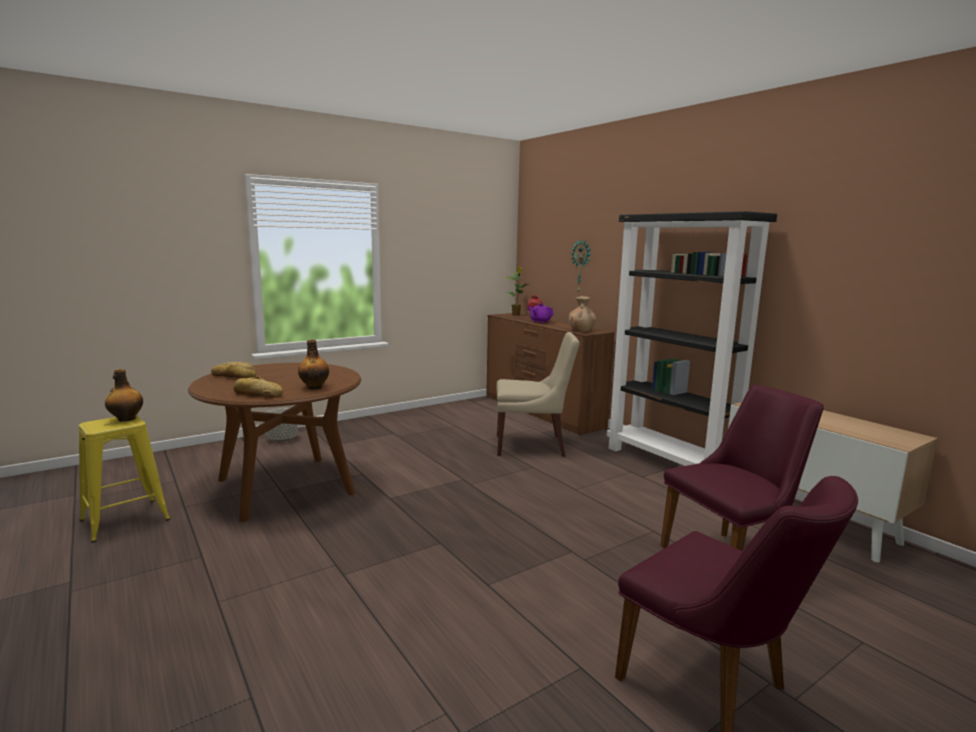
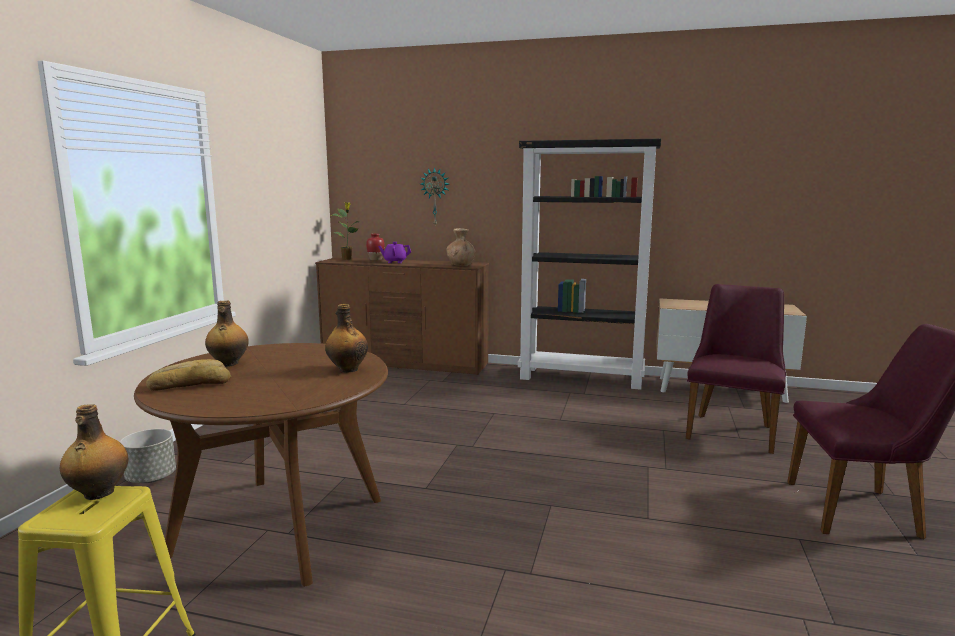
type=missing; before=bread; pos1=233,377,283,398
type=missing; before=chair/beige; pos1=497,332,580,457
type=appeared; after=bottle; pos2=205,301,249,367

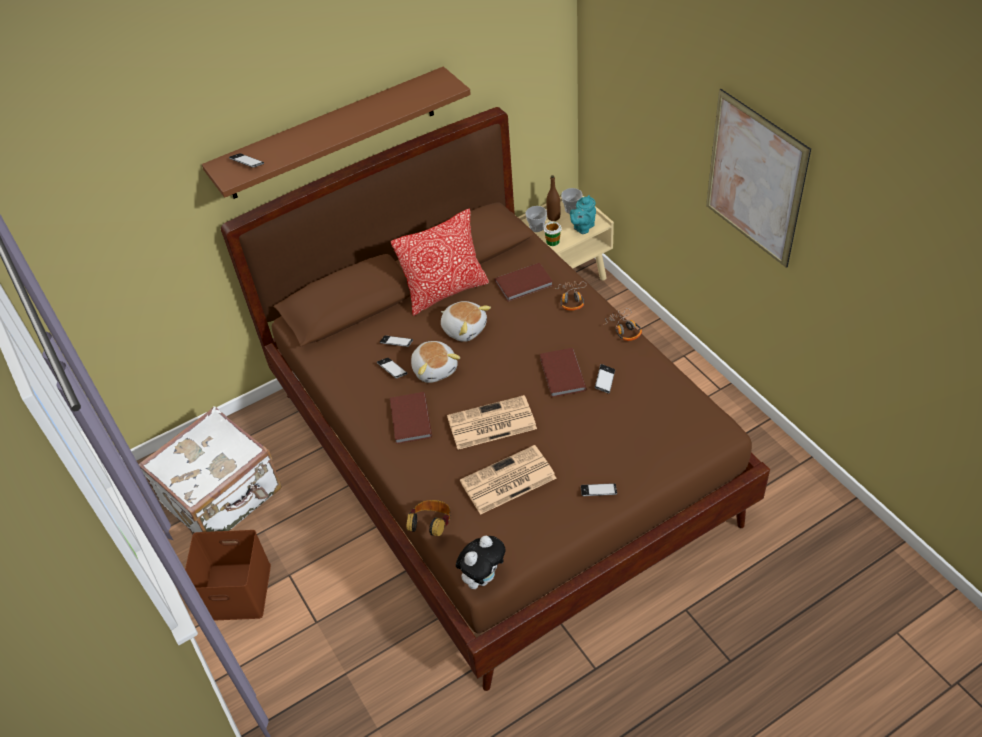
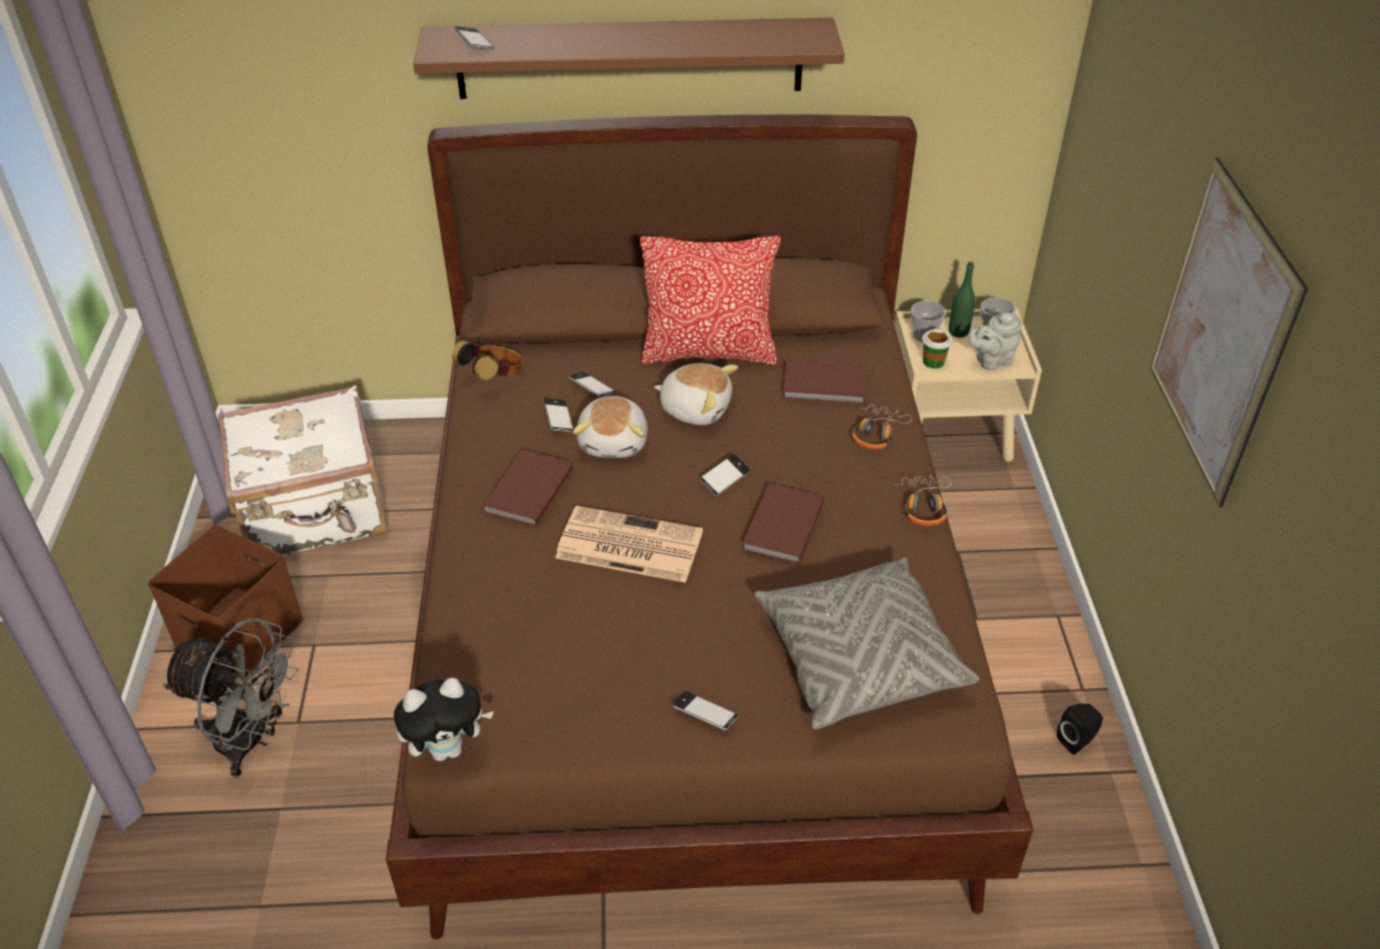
type=missing; before=newspaper; pos1=460,445,557,515
type=appeared; after=fan/grey; pos2=162,618,299,777
type=appeared; after=pillow/grey; pos2=754,557,979,729
type=appeared; after=speaker/black; pos2=1057,703,1103,755
type=relocated; before=headphones; pos1=407,500,451,536; pos2=452,340,523,380
type=relocated; before=phone; pos1=595,364,615,393; pos2=699,454,750,496
type=colour; before=bottle/brown; after=bottle/green; pos1=546,175,560,221; pos2=949,262,975,338
type=colour; before=teapot/turquoise; after=teapot/grey; pos1=570,195,596,234; pos2=969,312,1023,370
type=spun; before=plush toy; pos1=441,301,491,342; pos2=654,363,738,425; turn=-45

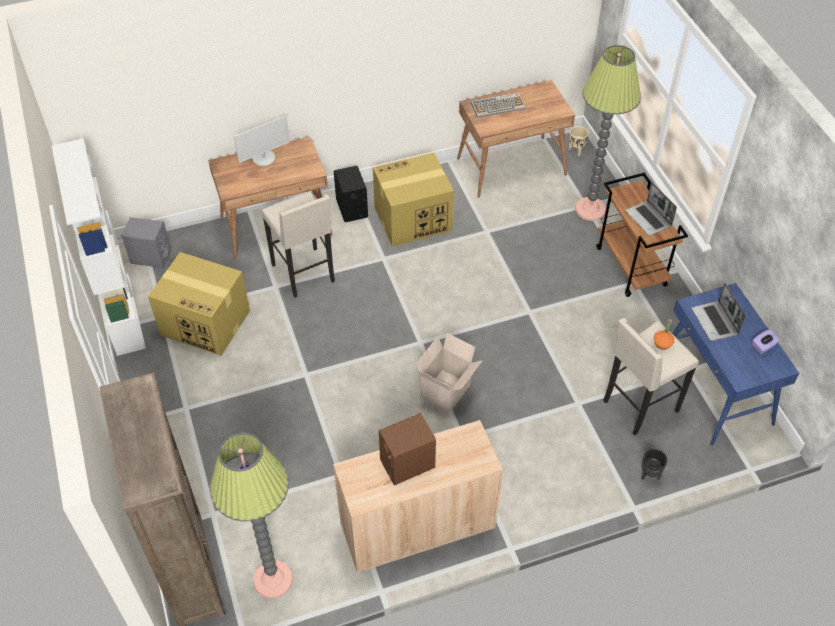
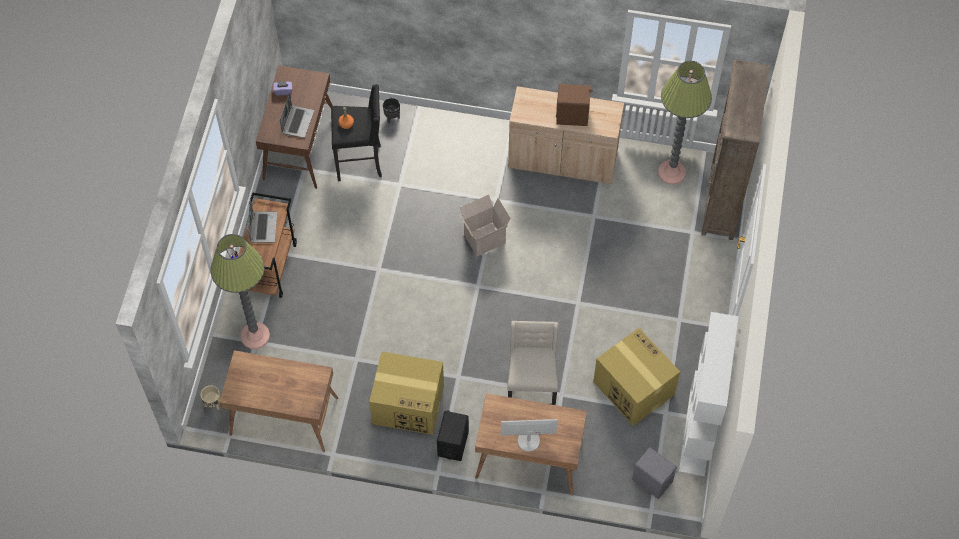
type=missing; before=keyboard; pos1=471,92,526,118
type=colour; before=stool/beige; after=stool/black; pos1=603,318,699,435; pos2=331,84,382,181
type=colour; before=desk/blue; after=desk/brown; pos1=672,283,799,446; pos2=256,65,333,189

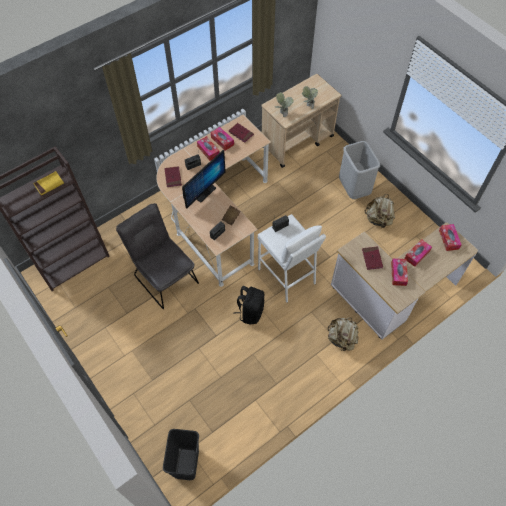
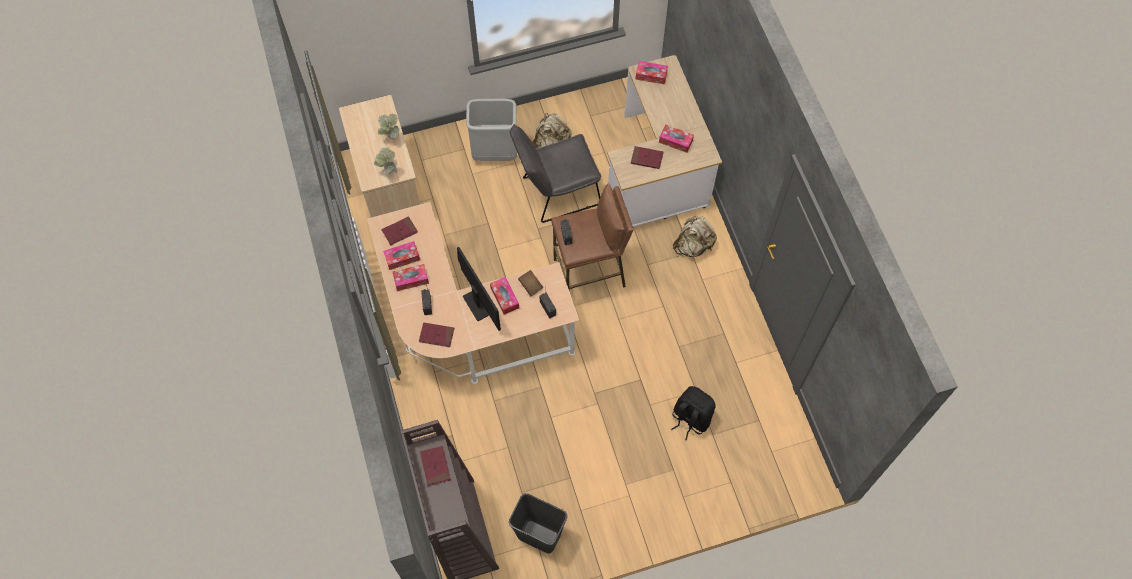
type=relocated; before=chair/grey; pos1=116,203,199,309; pos2=510,124,601,223
type=relocated; before=trash can/black; pos1=163,429,199,480; pos2=509,493,567,554
type=relocated; before=backpack/black; pos1=233,286,264,325; pos2=671,386,716,440
type=relocated; before=tissue box; pos1=404,239,432,267; pos2=490,277,519,315
type=colour; before=book/yellow; after=book/red; pos1=33,171,64,196; pos2=420,446,451,486
type=colour; before=stool/white; after=stool/brown; pos1=258,214,326,303; pos2=551,183,634,289

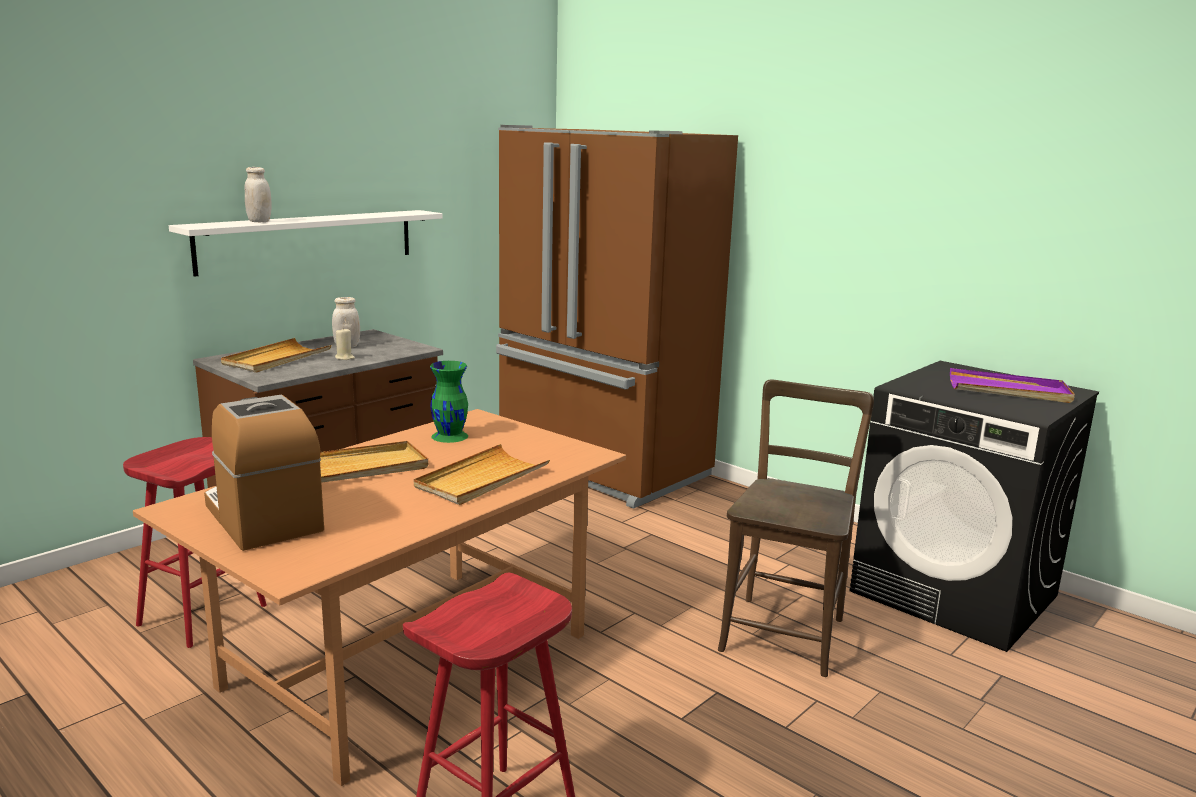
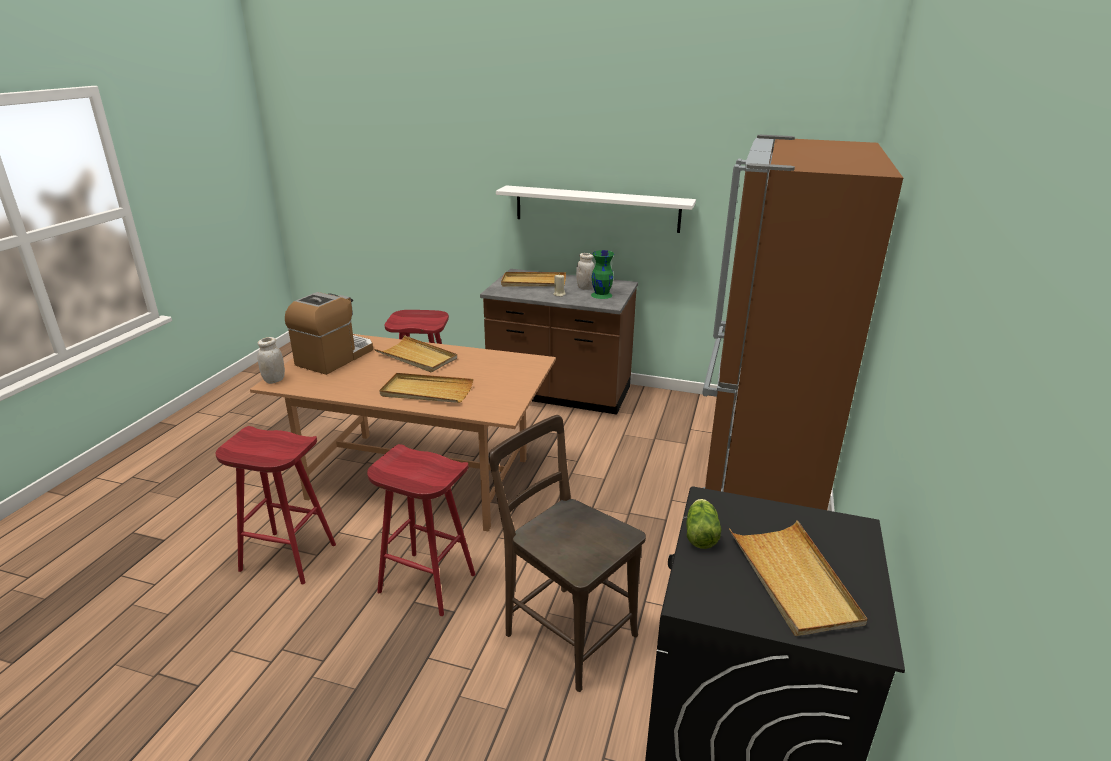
type=appeared; after=stool/red; pos2=367,444,475,616
type=appeared; after=lettuce; pos2=686,499,722,549
type=relocated; before=jar/white; pos1=245,167,272,222; pos2=258,337,285,384
type=relocated; before=vase/green; pos1=430,361,468,443; pos2=591,250,614,299
type=colour; before=tray/purple; after=tray/beige; pos1=950,368,1075,403; pos2=729,520,867,636
type=spun; before=chair/brown; pos1=718,380,874,677; pos2=489,415,646,692; turn=-135

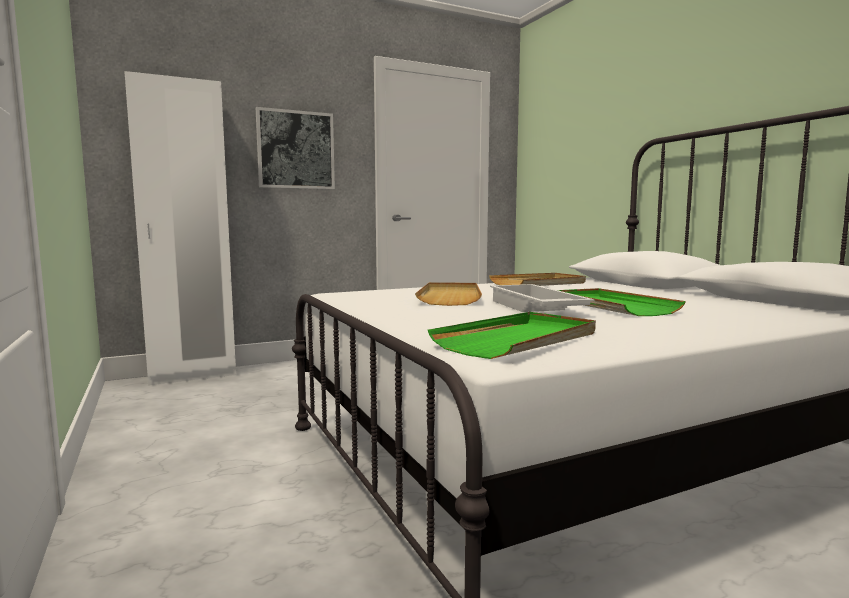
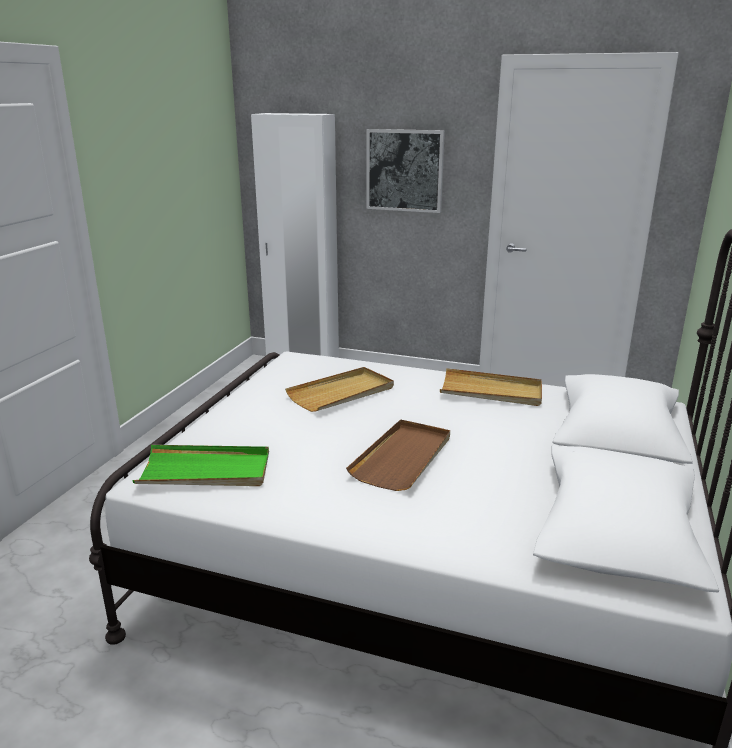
type=missing; before=tray/white; pos1=490,284,595,312
type=colour; before=tray/green; after=tray/brown; pos1=558,288,686,316; pos2=346,419,450,491

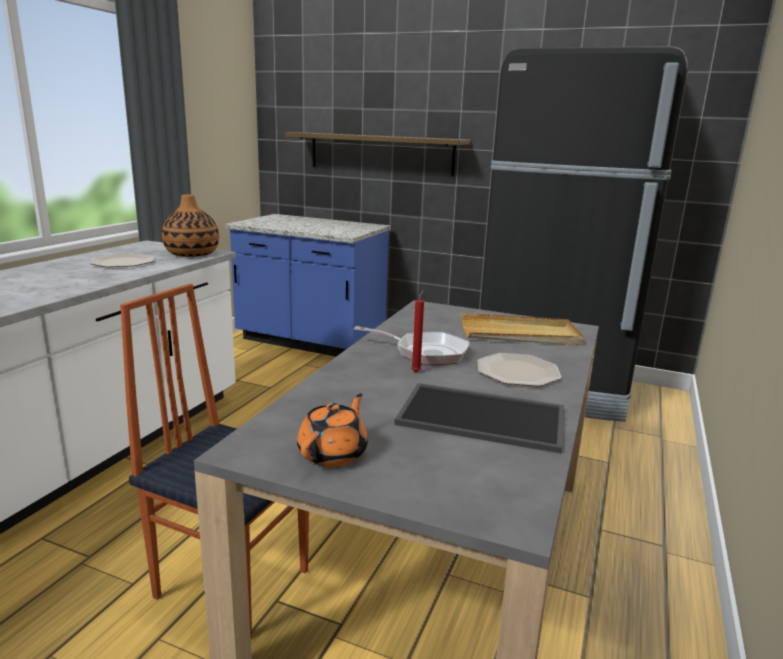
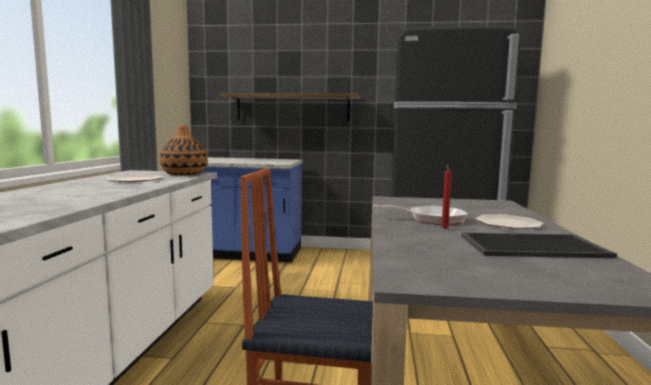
type=missing; before=teapot/orange; pos1=297,393,368,467
type=missing; before=tray/beige; pos1=462,313,584,345

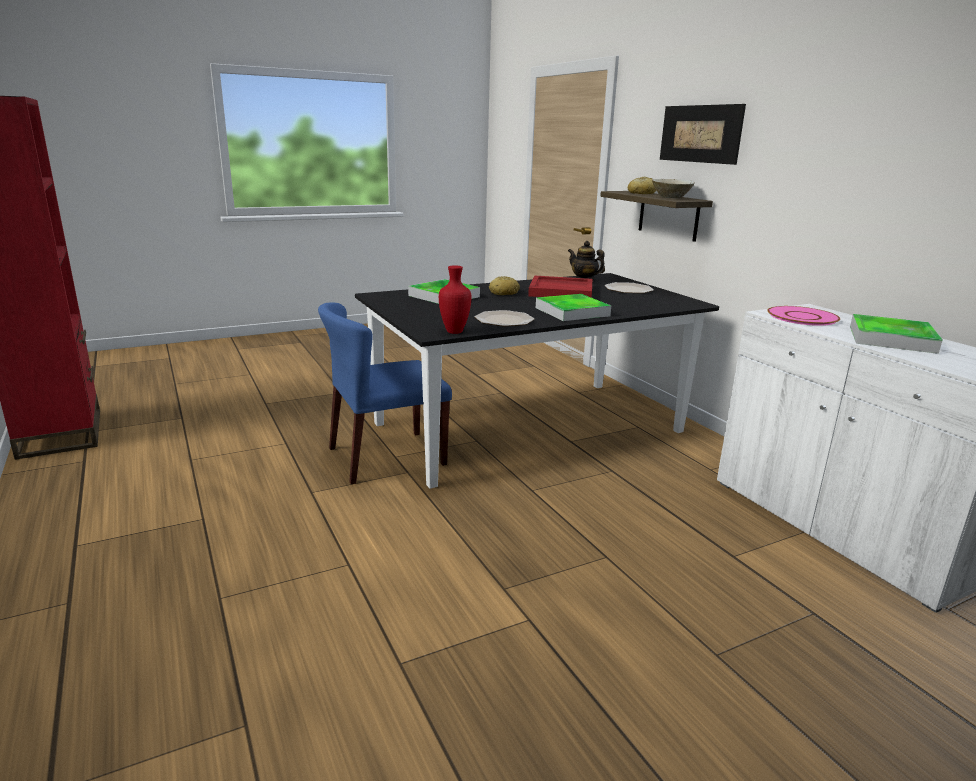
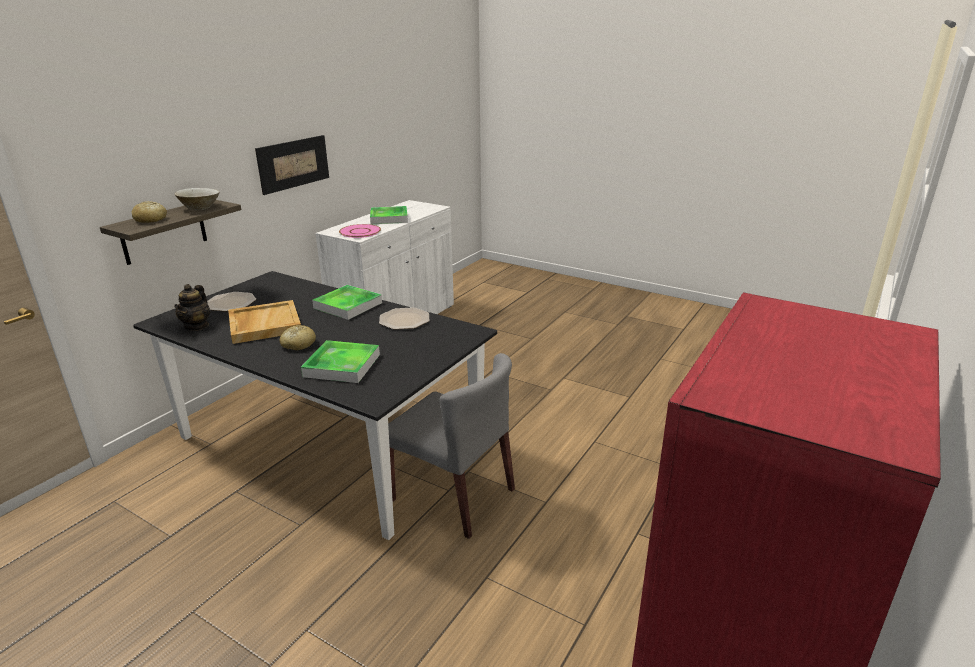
type=missing; before=vase/red; pos1=439,265,471,334
type=relocated; before=picture; pos1=660,104,746,165; pos2=255,135,329,195
type=colour; before=chair/blue; after=chair/grey; pos1=318,302,452,484; pos2=388,353,515,539
type=colour; before=tray/red; after=tray/beige; pos1=528,276,592,298; pos2=228,300,301,344

